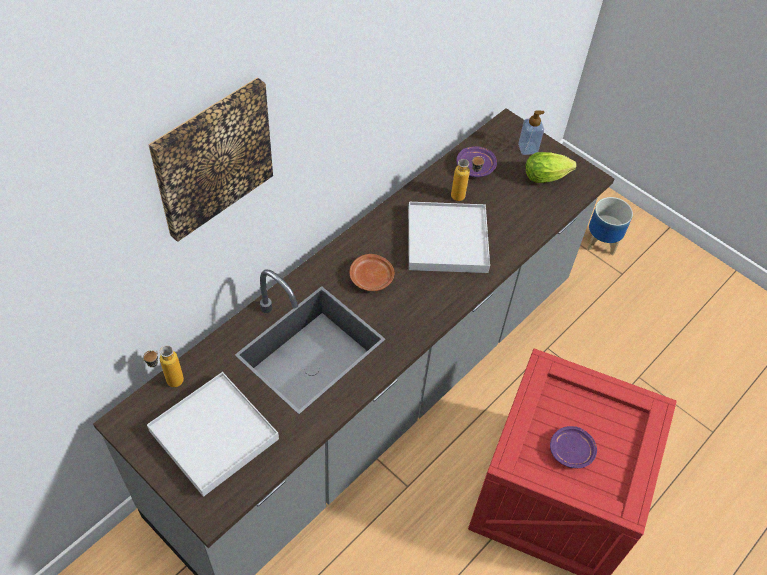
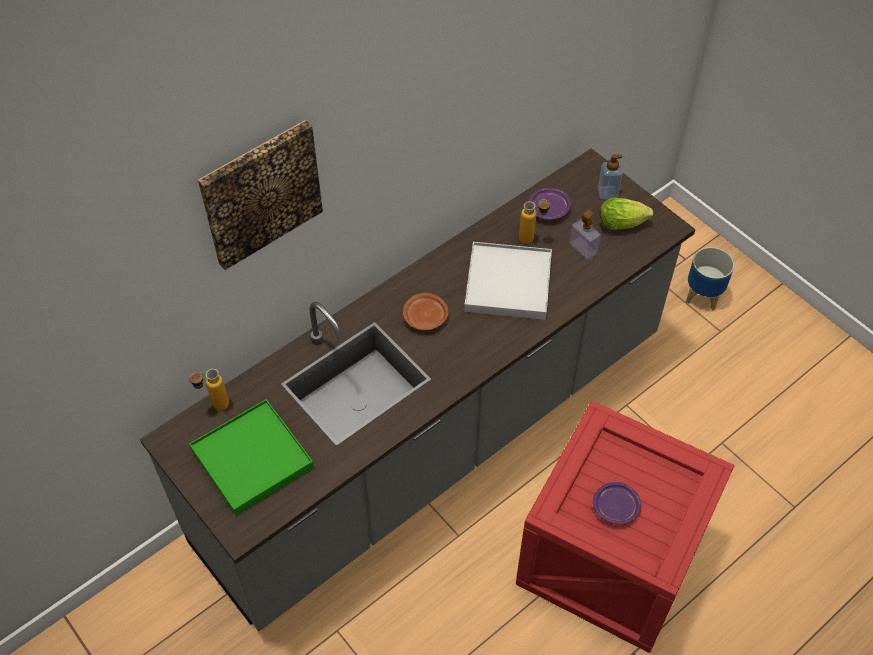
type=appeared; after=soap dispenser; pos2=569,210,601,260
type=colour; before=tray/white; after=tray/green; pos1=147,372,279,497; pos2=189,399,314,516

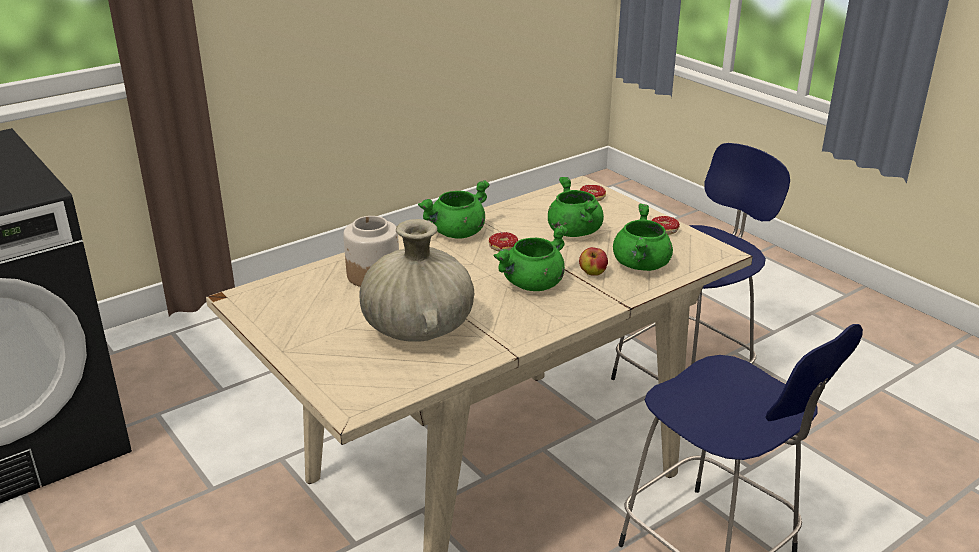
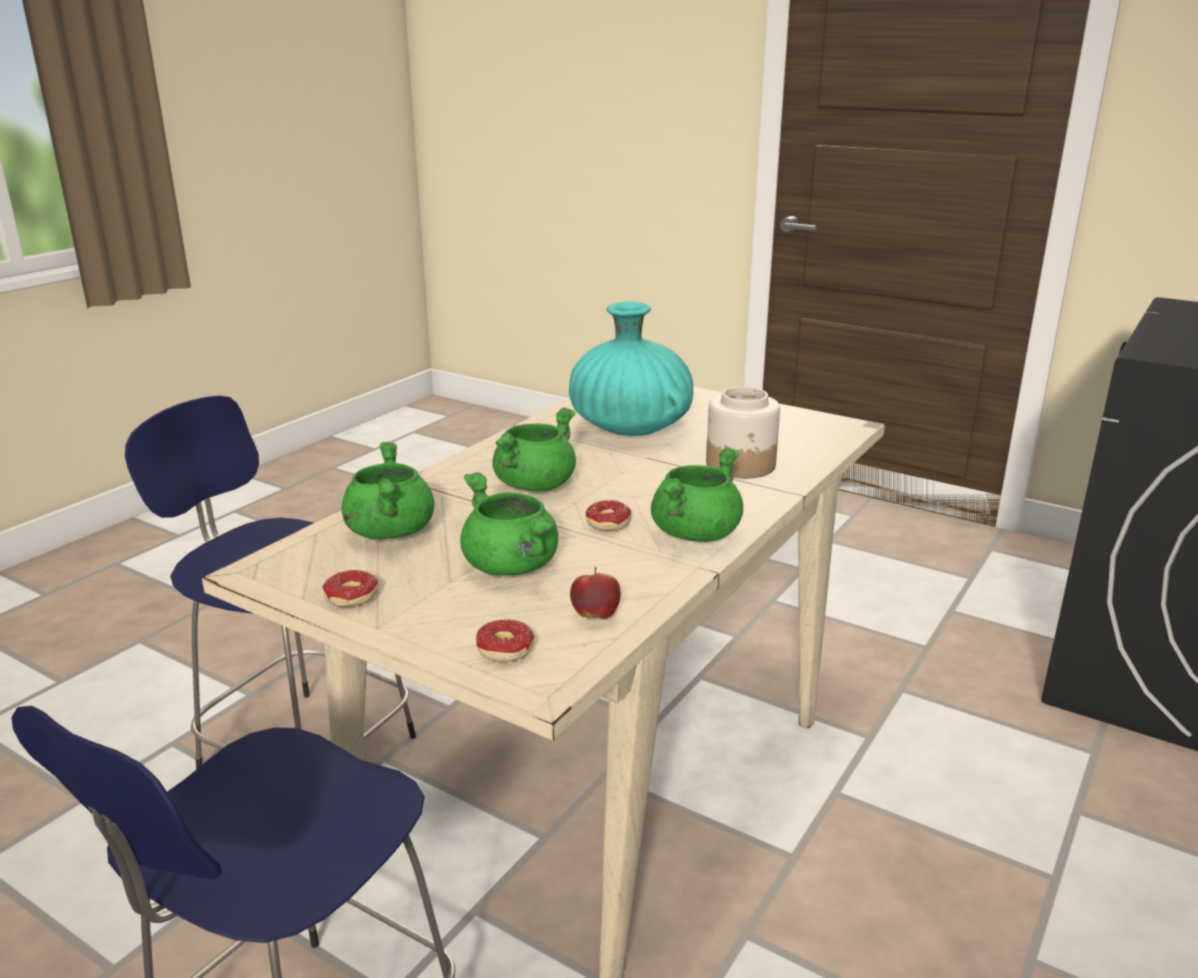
type=relocated; before=apple; pos1=579,247,608,276; pos2=570,567,621,619
type=colour; before=vase/beige; after=vase/turquoise; pos1=360,219,474,341; pos2=569,302,693,436

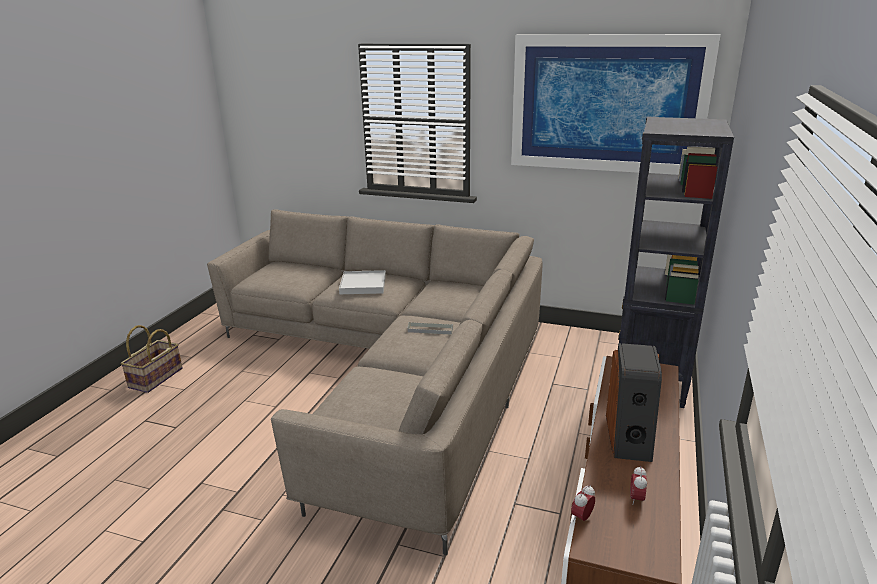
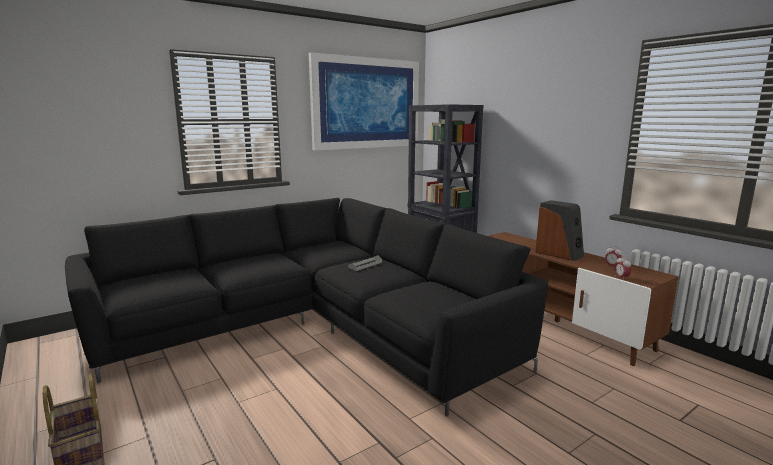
type=missing; before=tray/white; pos1=339,270,386,294
type=colour; before=sofa/beige; after=sofa/black; pos1=207,209,542,556; pos2=65,198,548,416

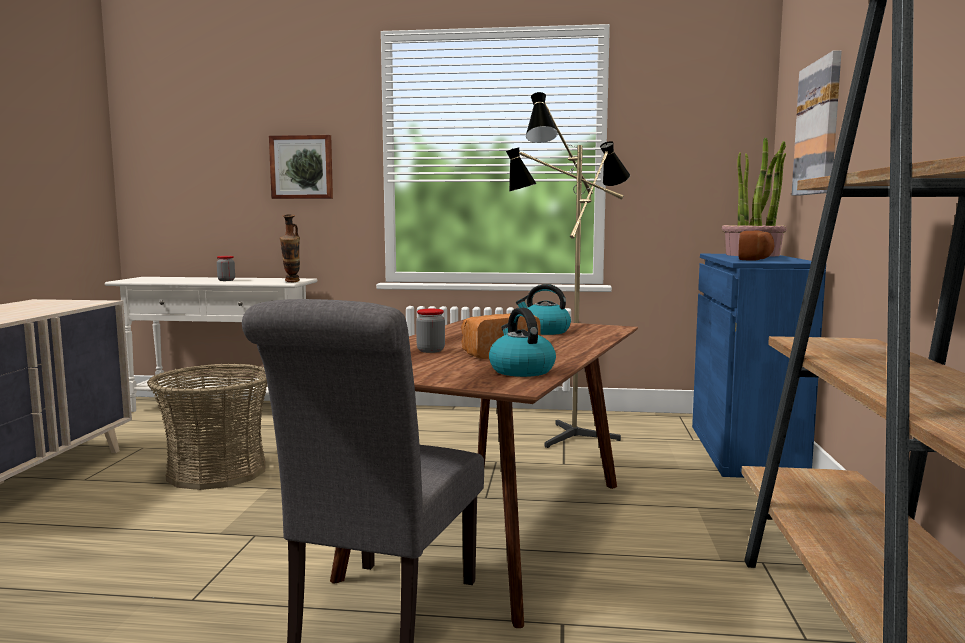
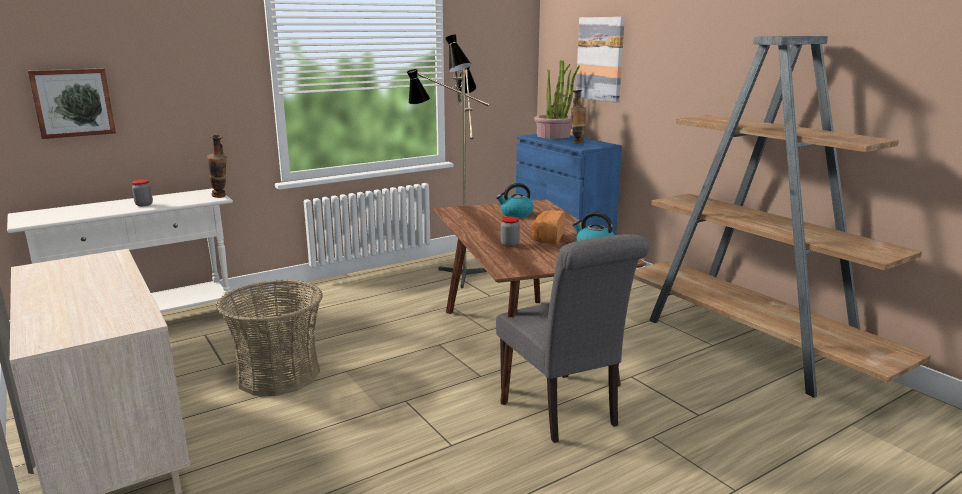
type=relocated; before=picture; pos1=269,135,333,199; pos2=28,68,116,139
type=exchanged; before=bread; after=vase; pos1=738,231,774,261; pos2=570,90,586,144

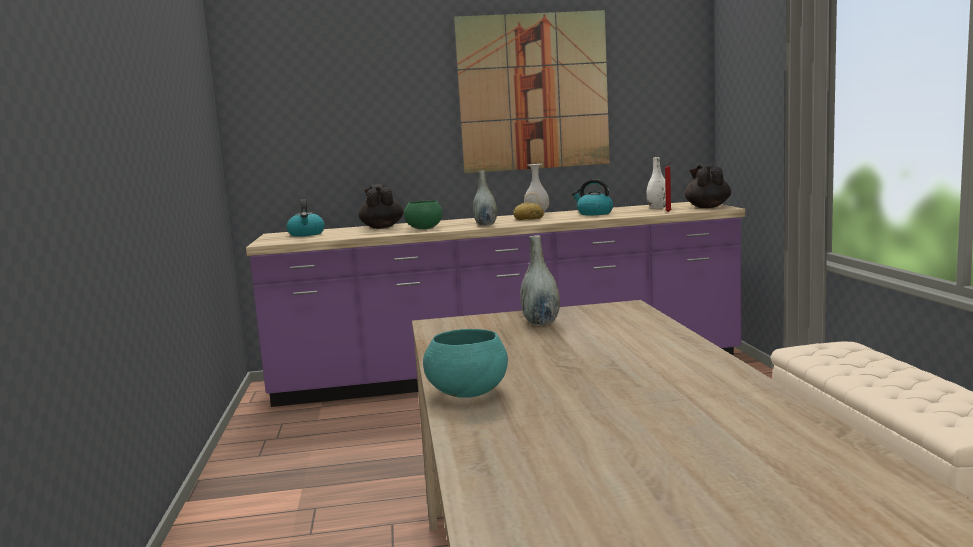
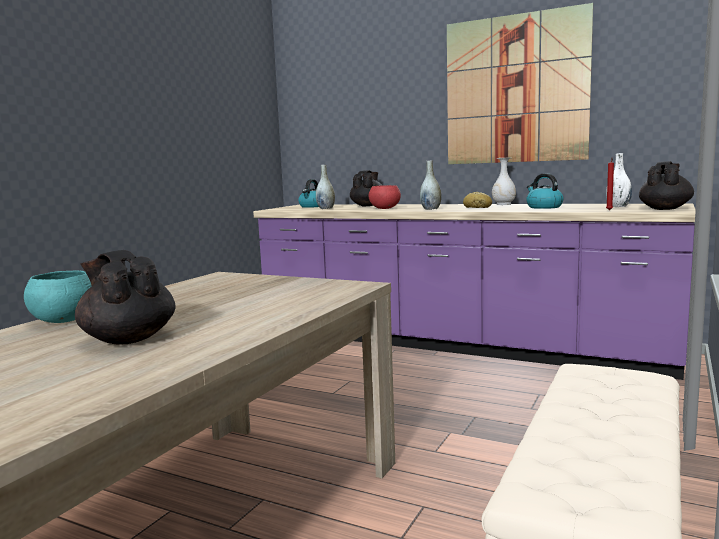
type=appeared; after=teapot/black; pos2=75,250,175,344
type=relocated; before=vase/grey; pos1=520,235,560,326; pos2=316,165,335,209
type=colour; before=bowl/green; after=bowl/red; pos1=404,201,443,229; pos2=369,185,401,209

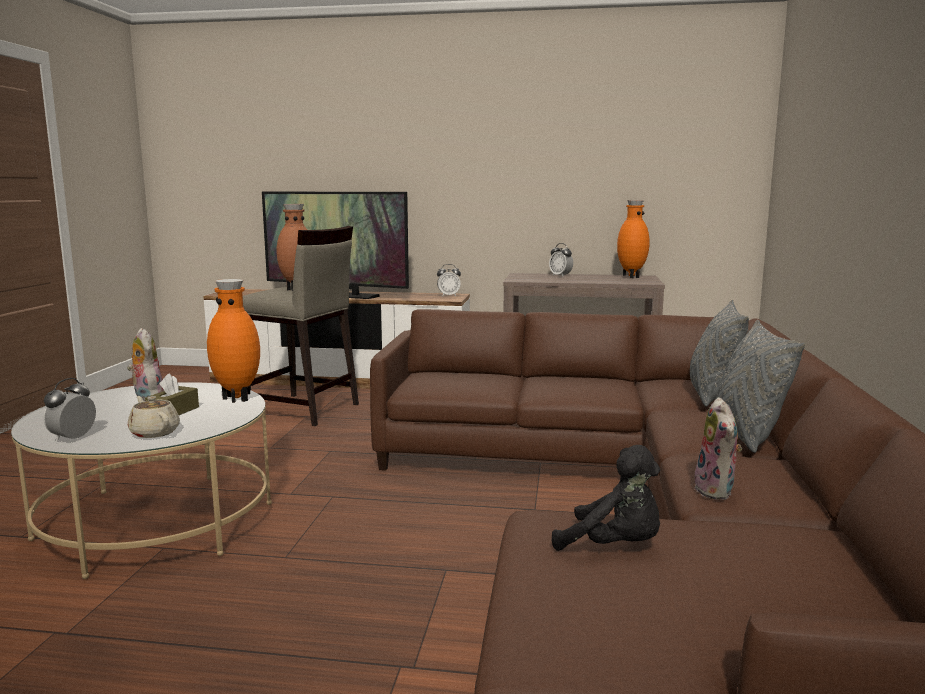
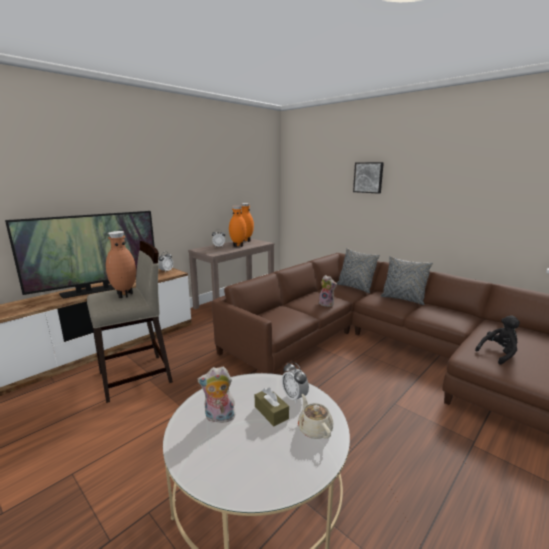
type=appeared; after=picture; pos2=353,162,384,194
type=relocated; before=alarm clock; pos1=43,378,96,442; pos2=282,362,309,404
type=relocated; before=vase/orange; pos1=207,279,260,403; pos2=229,206,247,247
type=relocated; before=plush toy; pos1=694,397,742,500; pos2=319,275,337,307
type=spun; before=teapot/beige; pos1=128,396,180,438; pos2=298,394,333,439; turn=75

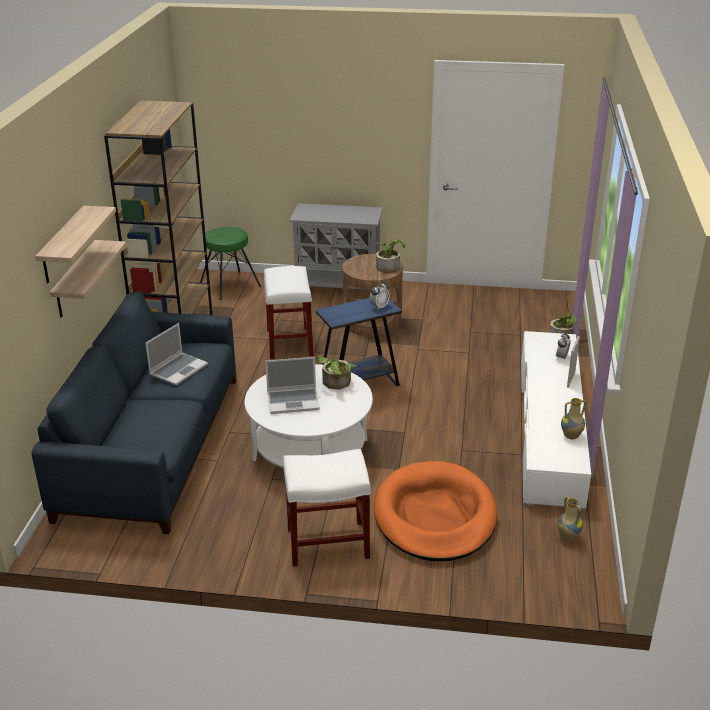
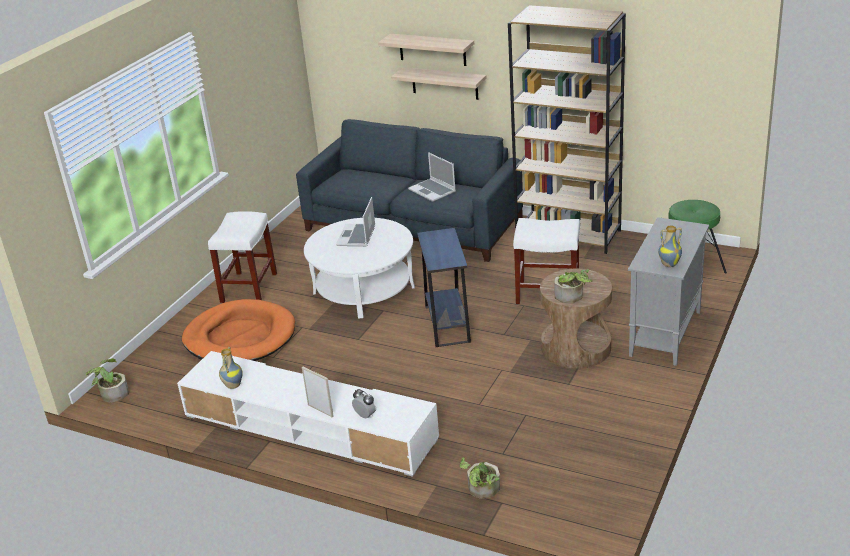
type=missing; before=alarm clock; pos1=369,281,390,309
type=relocated; before=potted plant; pos1=317,355,356,390; pos2=86,358,129,403
type=relocated; before=vase; pos1=557,497,583,541; pos2=658,226,682,267

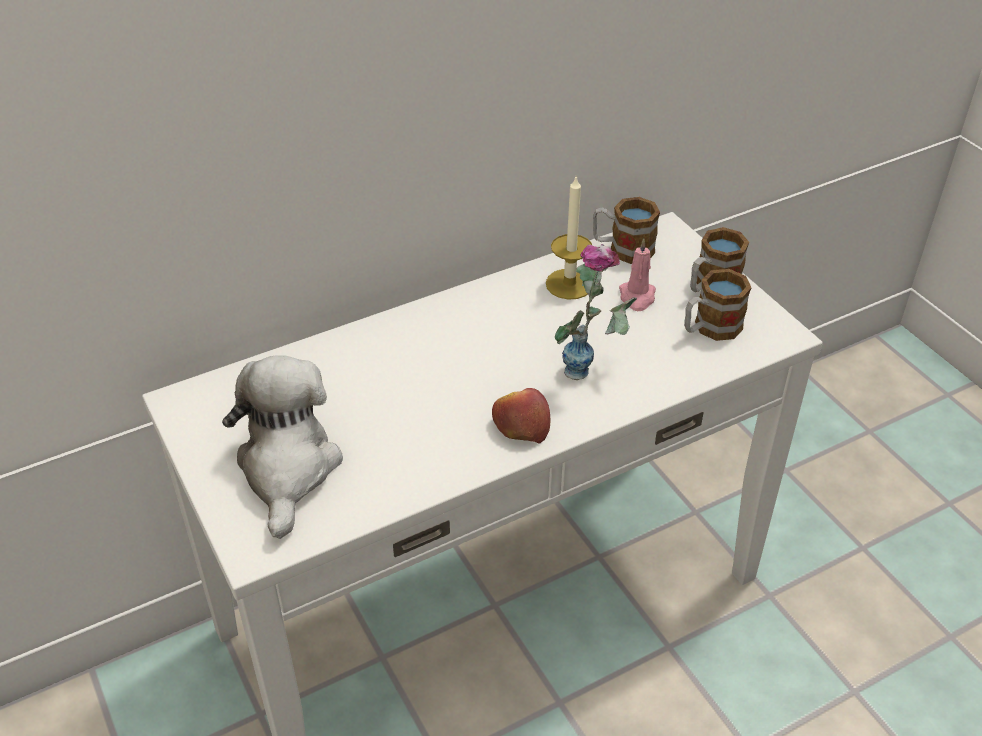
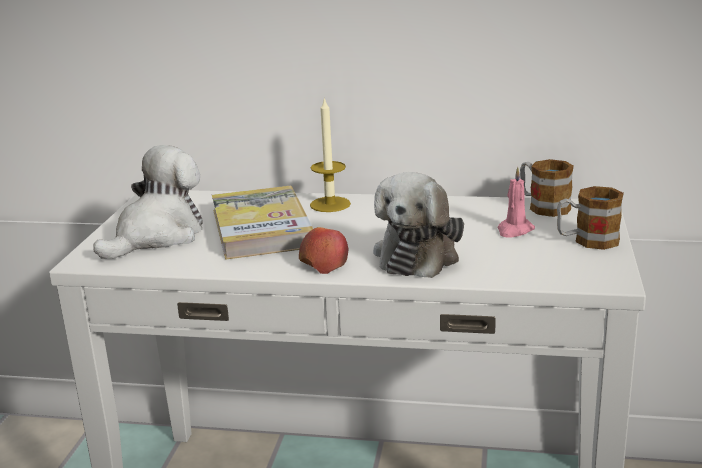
type=missing; before=mug; pos1=684,269,751,341
type=appeared; after=book; pos2=212,186,313,260
type=relocated; before=candle; pos1=546,177,592,300; pos2=310,97,351,212
type=exchanged; before=vase; after=plush toy; pos1=555,244,637,380; pos2=373,172,464,278

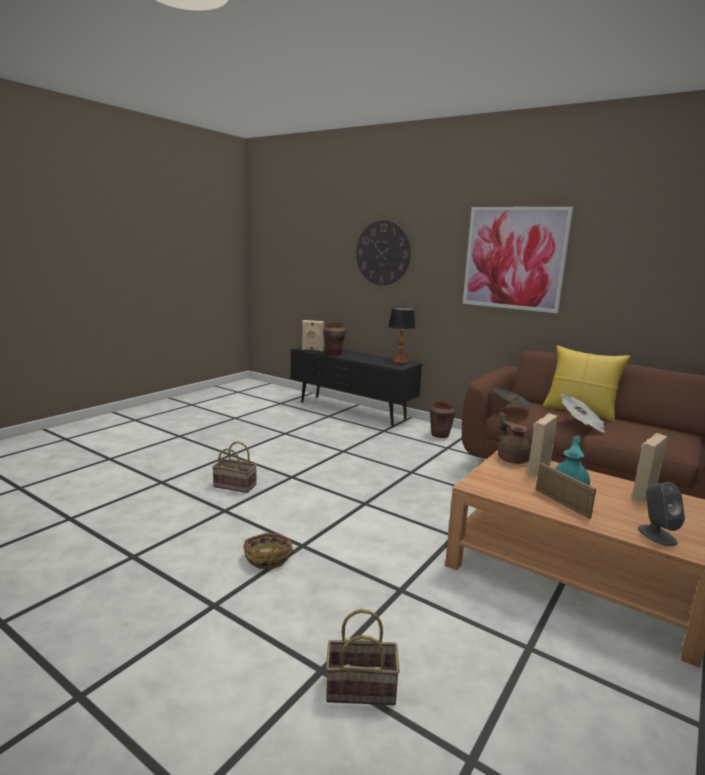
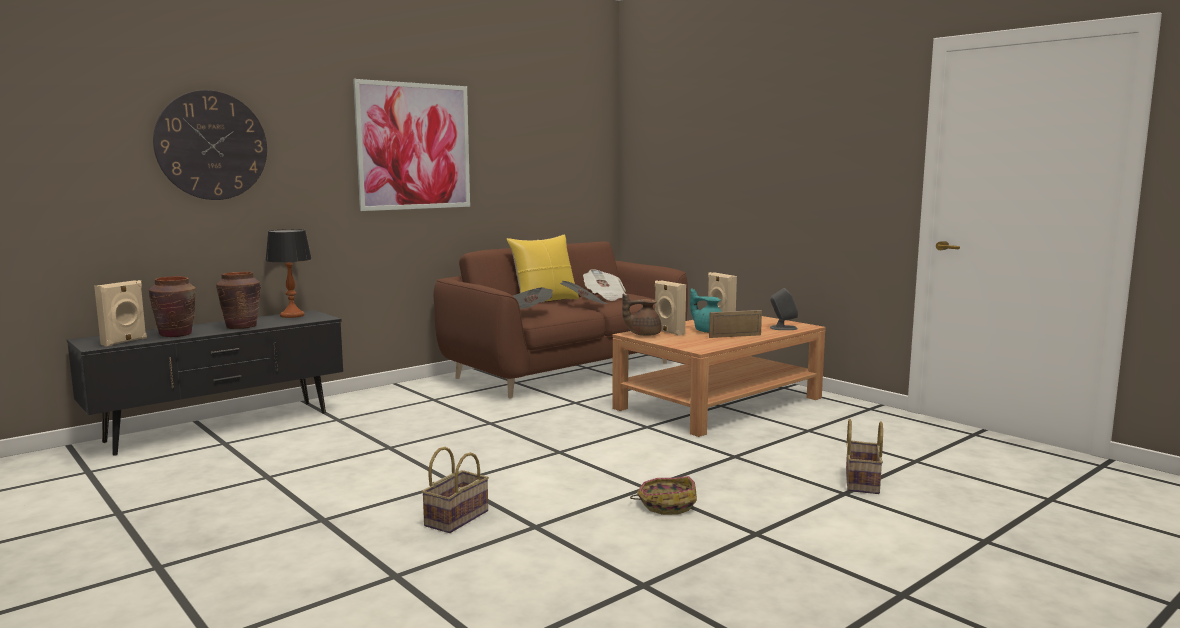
type=appeared; after=newspaper; pos2=583,269,626,301
type=relocated; before=vase/brown; pos1=430,401,455,438; pos2=216,272,261,329

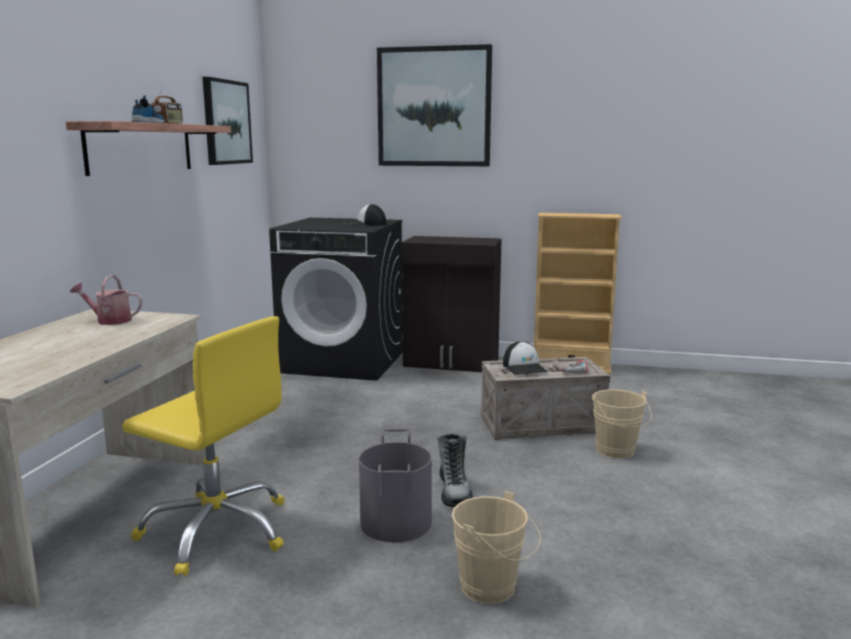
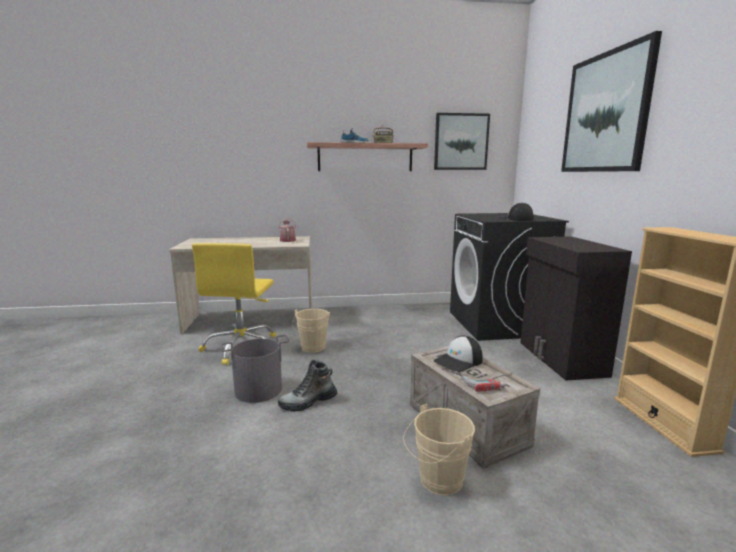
type=relocated; before=bucket/beige; pos1=452,491,541,604; pos2=292,309,330,353

